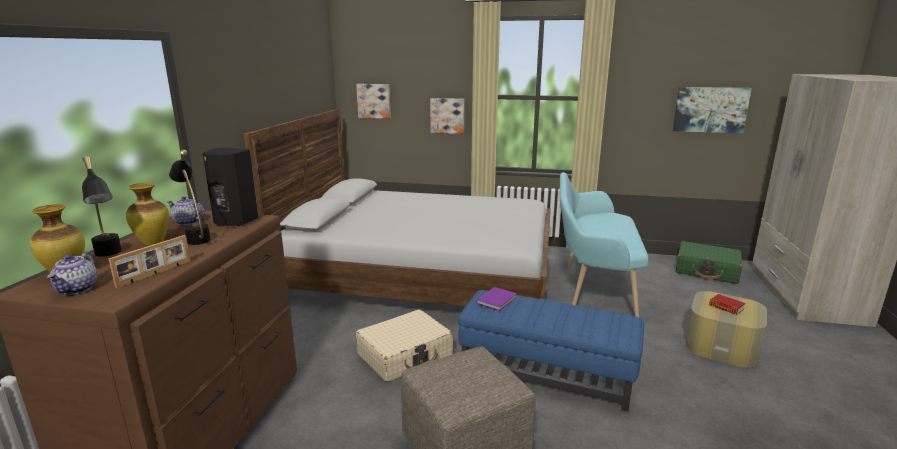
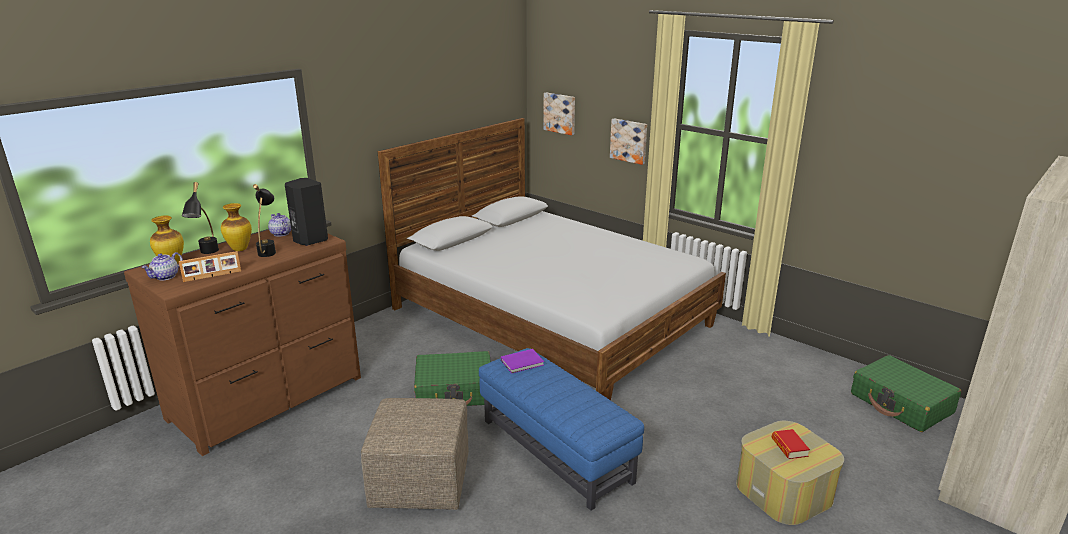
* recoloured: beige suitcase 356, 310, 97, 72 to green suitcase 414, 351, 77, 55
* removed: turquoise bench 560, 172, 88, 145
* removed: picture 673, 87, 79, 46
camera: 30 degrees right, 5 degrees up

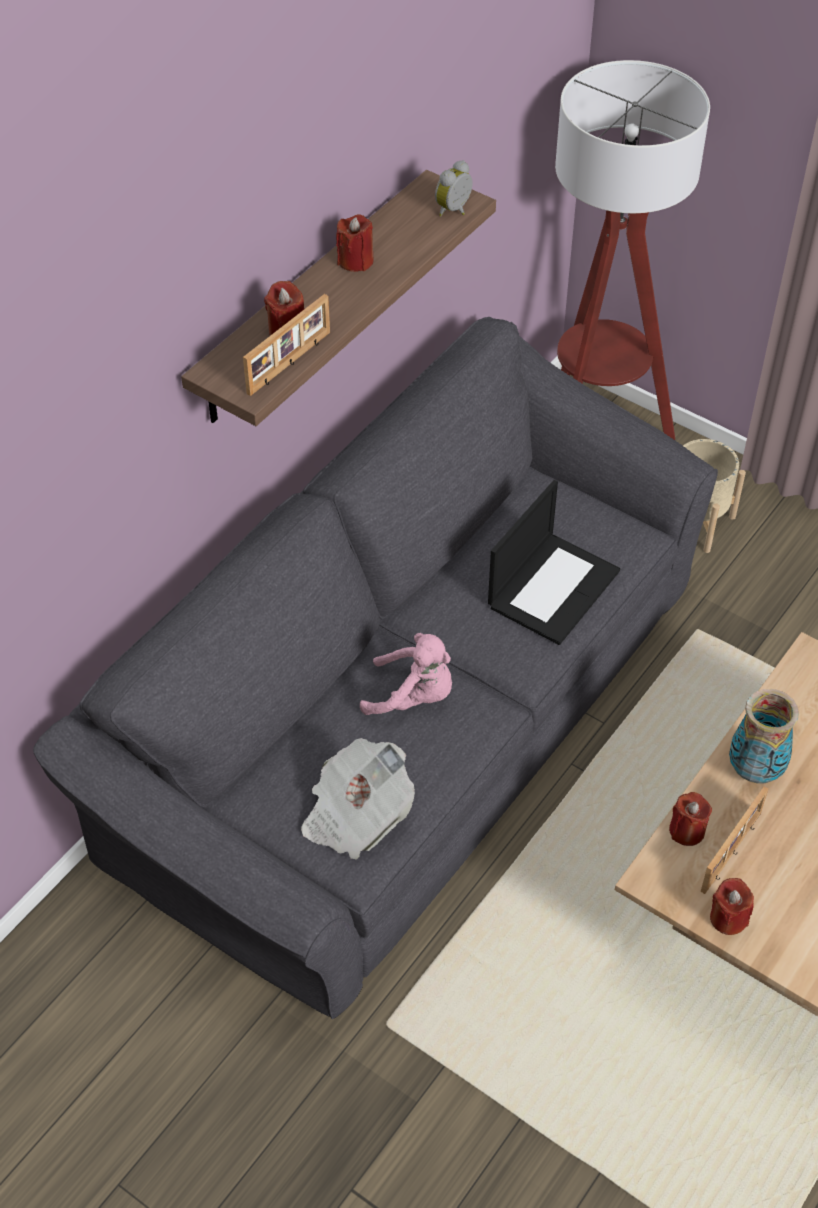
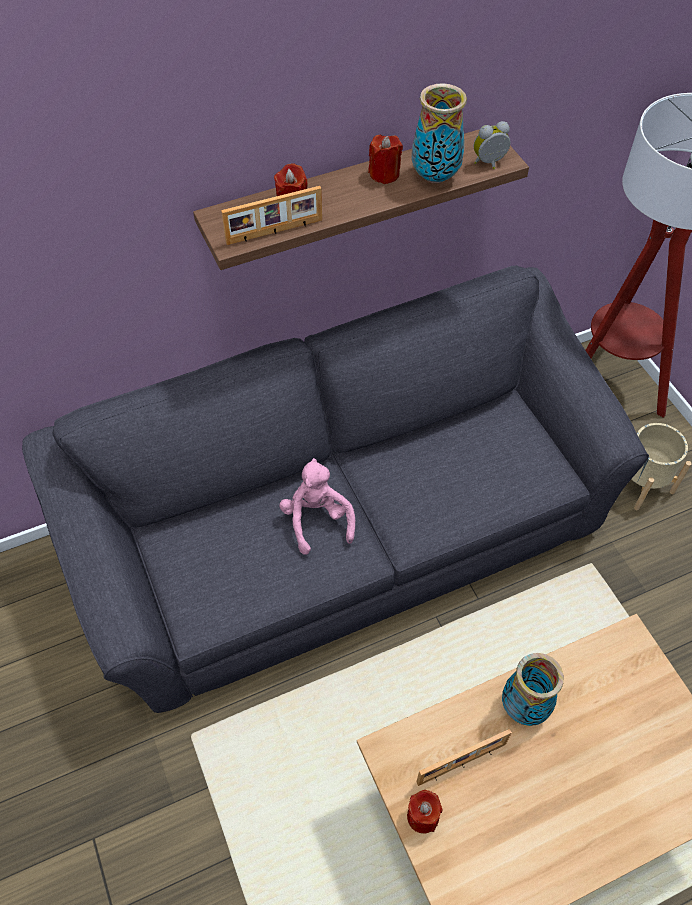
* turned: pink plush toy 360, 633, 92, 82 = 279, 458, 76, 97 150 degrees counterclockwise
* added: vase 412, 83, 55, 101
* removed: newspaper 301, 738, 114, 122
* removed: laptop 488, 480, 132, 165
* removed: red candle 669, 792, 43, 54
camera: 30 degrees right, 5 degrees up

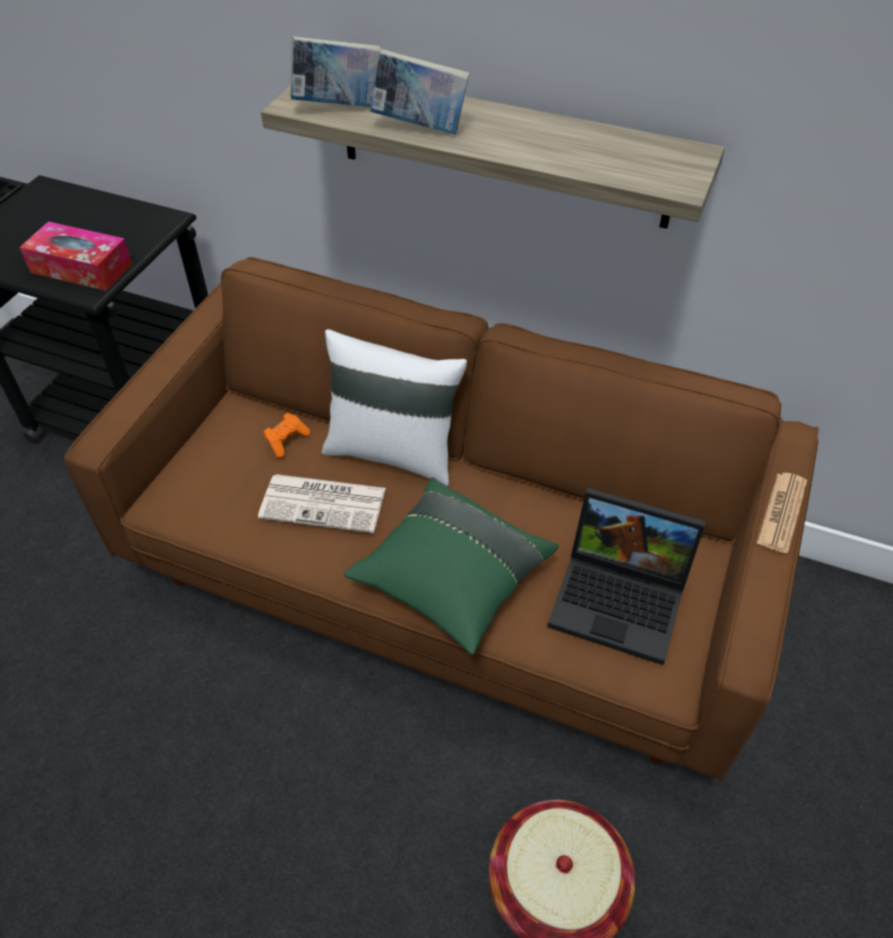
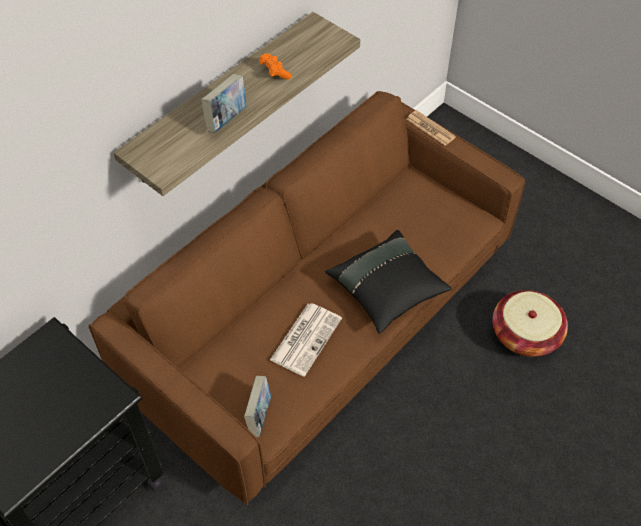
* moved: book 290, 36, 92, 71 to 244, 376, 27, 61
* moved: orange game controller 263, 413, 47, 45 to 259, 53, 33, 27
* recoloured: green pillow 344, 477, 215, 178 to black pillow 325, 230, 127, 104
* removed: tissue box 20, 222, 112, 69
* removed: white pillow 321, 329, 146, 157
* removed: laptop 547, 488, 159, 177
camera: 70 degrees left, 5 degrees up

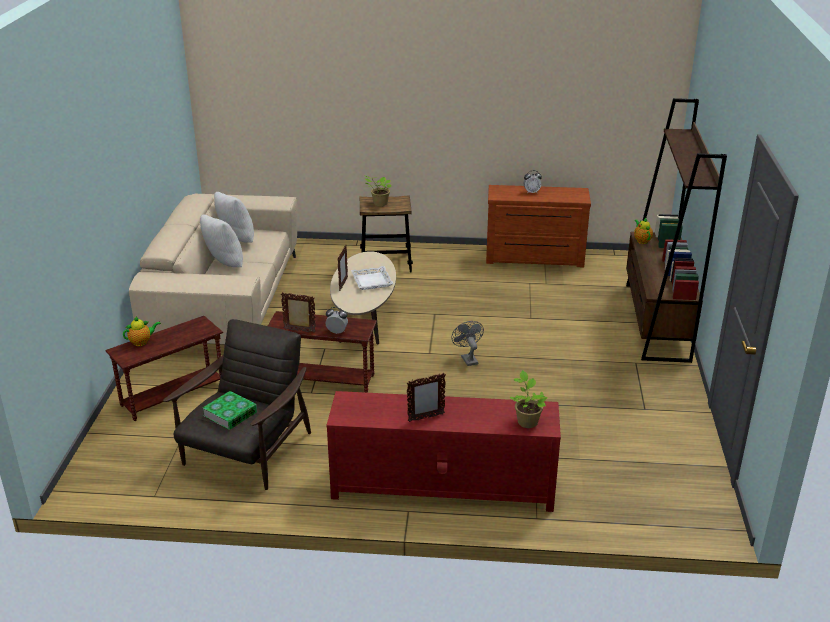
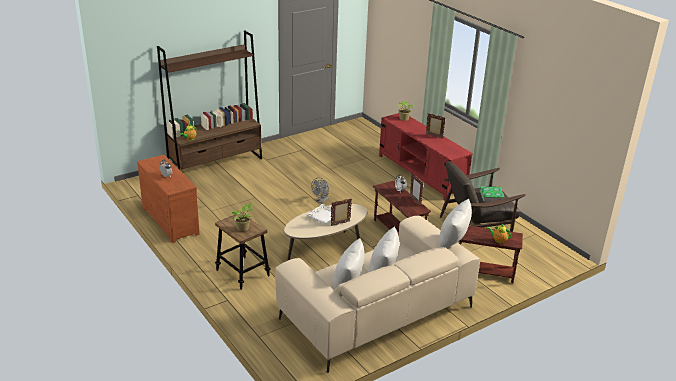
* added: white pillow 439, 199, 33, 49
camera: 130 degrees left, 0 degrees up

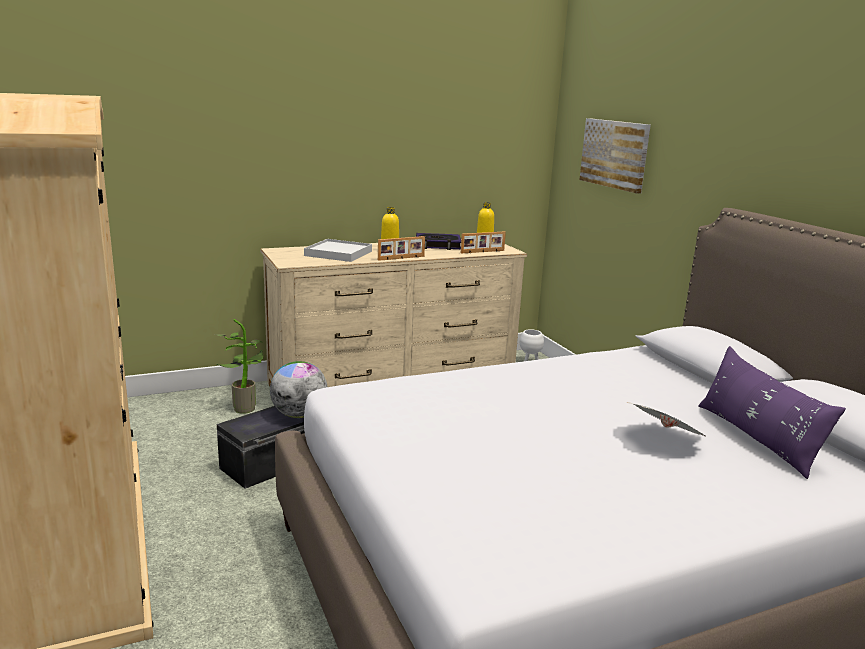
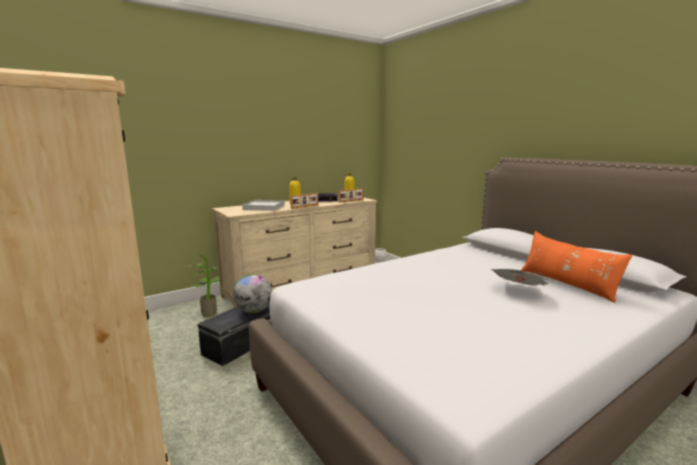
* recoloured: purple pillow 698, 346, 148, 133 to orange pillow 521, 231, 112, 72
* removed: picture 579, 118, 72, 76
camera: 10 degrees left, 5 degrees down

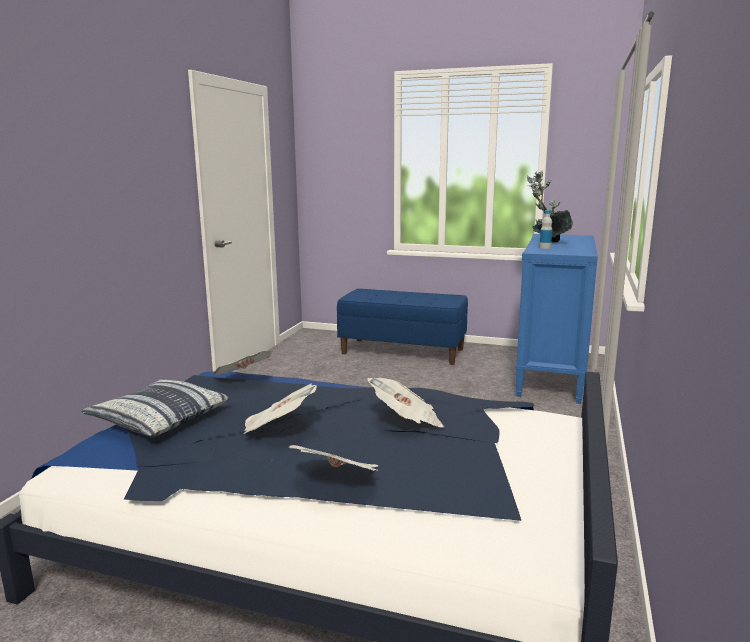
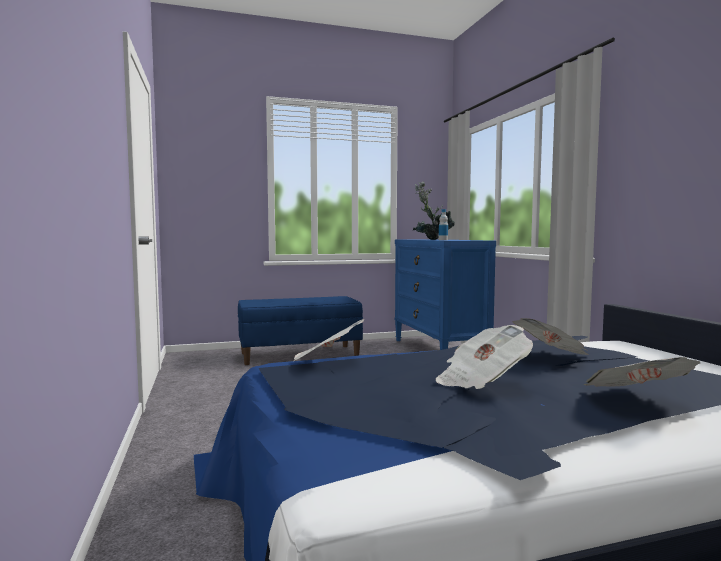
* removed: pillow 81, 379, 148, 58
camera: 35 degrees left, 10 degrees down

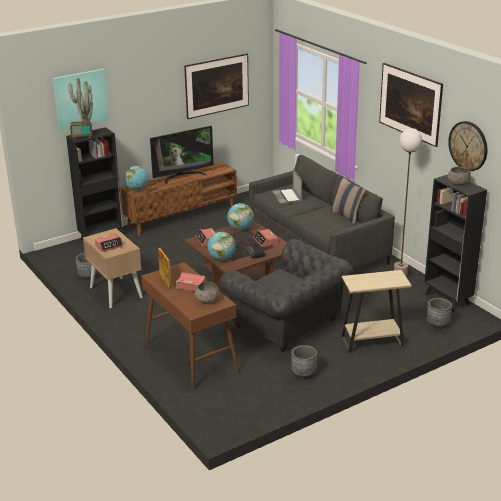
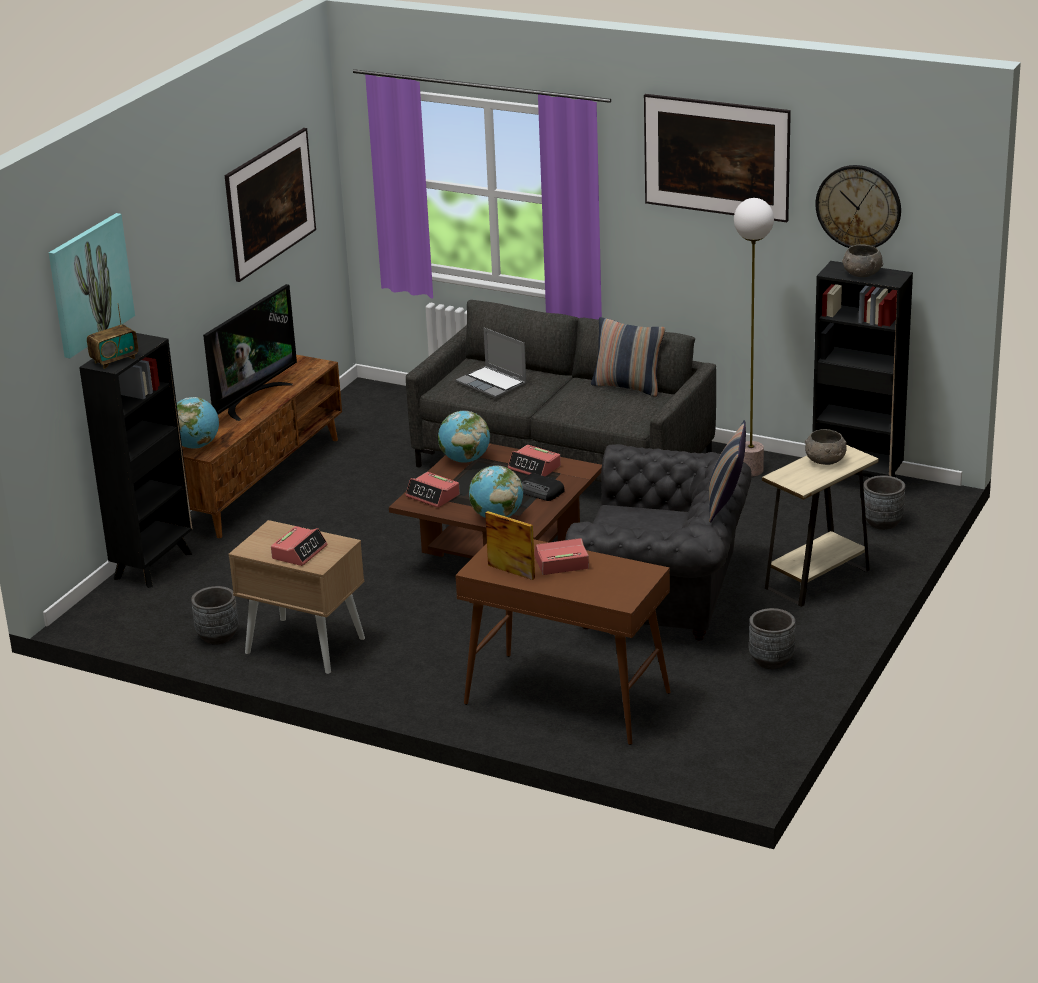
* added: pillow 709, 420, 37, 103
* moved: grey bowl 194, 282, 26, 22 to 805, 429, 42, 36
camera: 30 degrees left, 0 degrees up

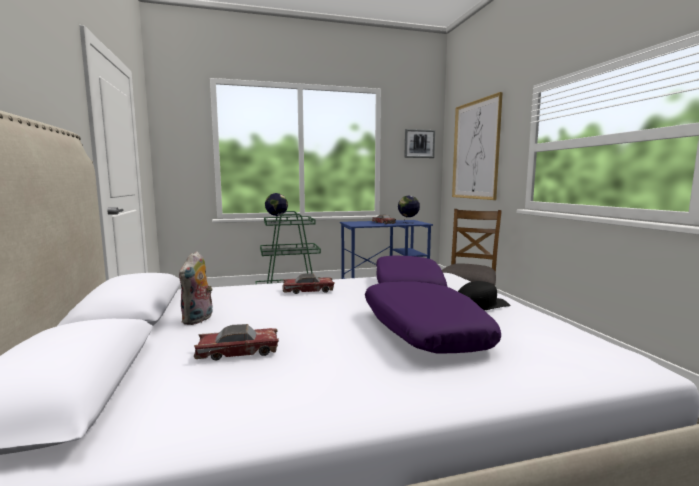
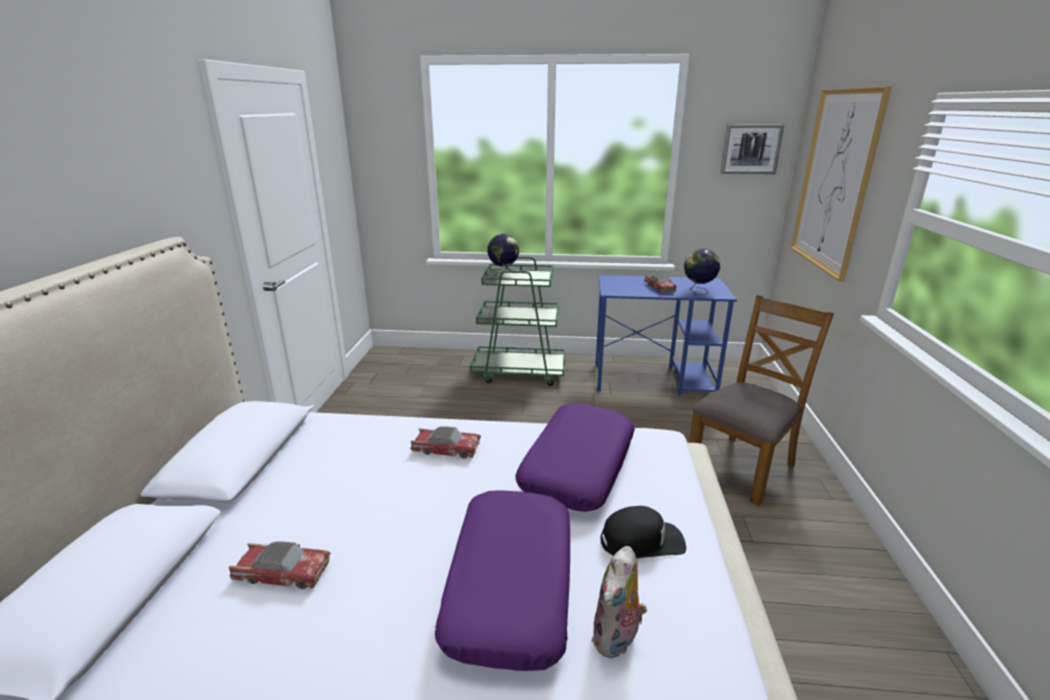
* moved: plush toy 179, 251, 34, 74 to 592, 546, 55, 113
camera: 20 degrees right, 15 degrees up

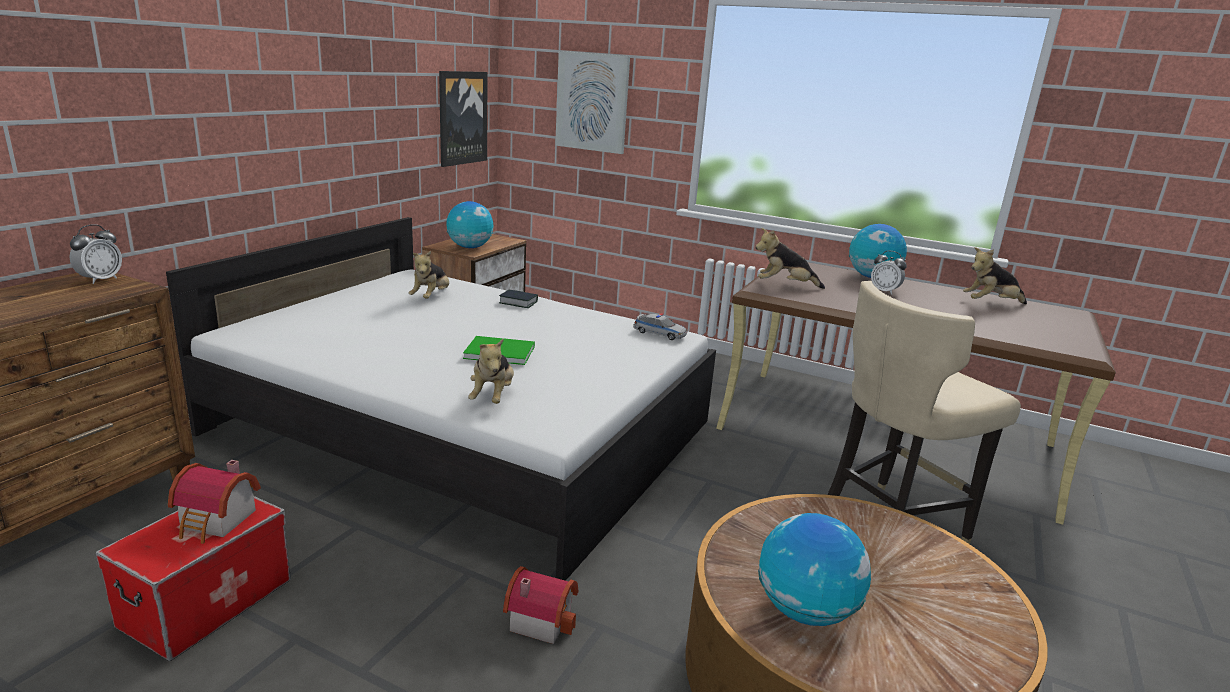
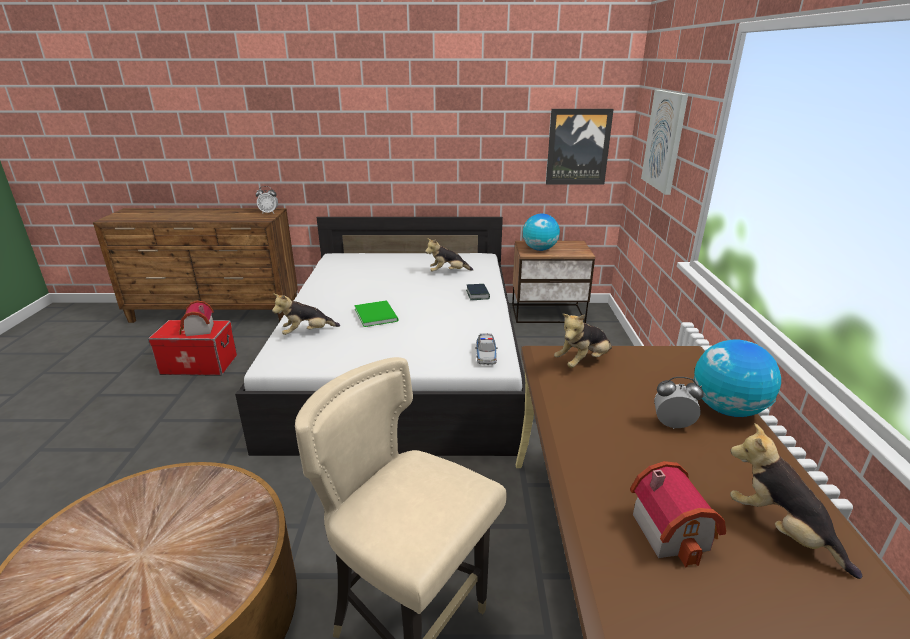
* turned: plush toy 755, 228, 70, 61 = 554, 314, 58, 54 105 degrees counterclockwise
* moved: toy house 503, 566, 75, 78 to 630, 461, 96, 106
* turned: alarm clock 871, 251, 36, 44 = 654, 377, 50, 52 90 degrees clockwise
* removed: globe 758, 513, 113, 113
camera: 65 degrees right, 5 degrees up

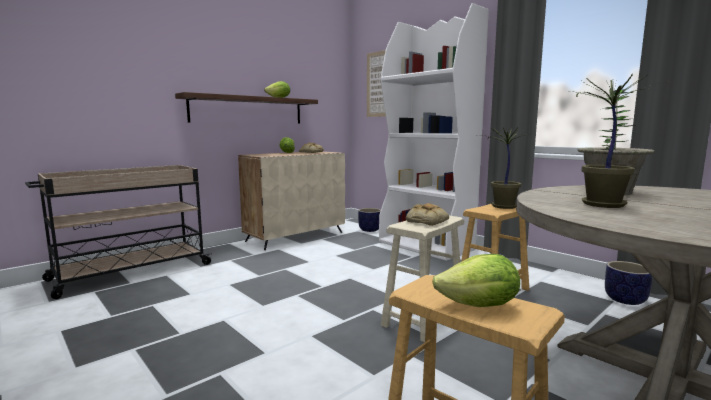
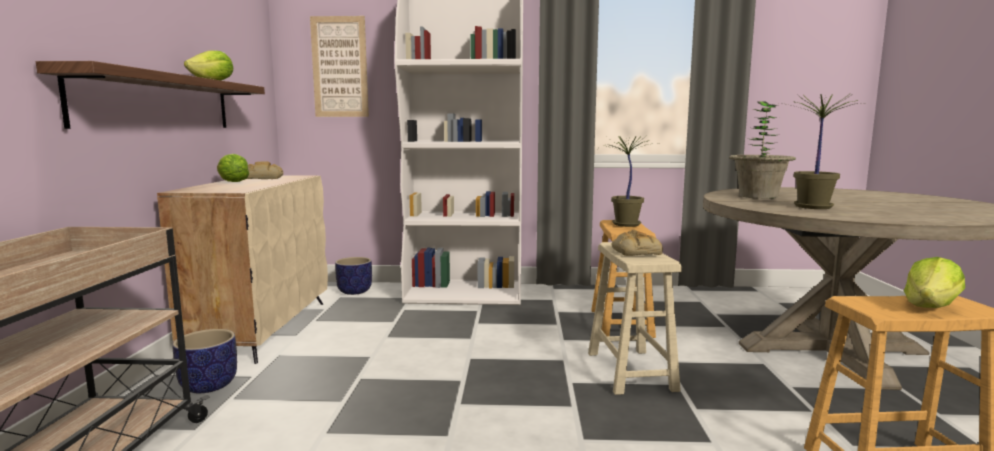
* moved: planter 605, 261, 48, 44 to 172, 329, 65, 64
camera: 45 degrees left, 0 degrees up

